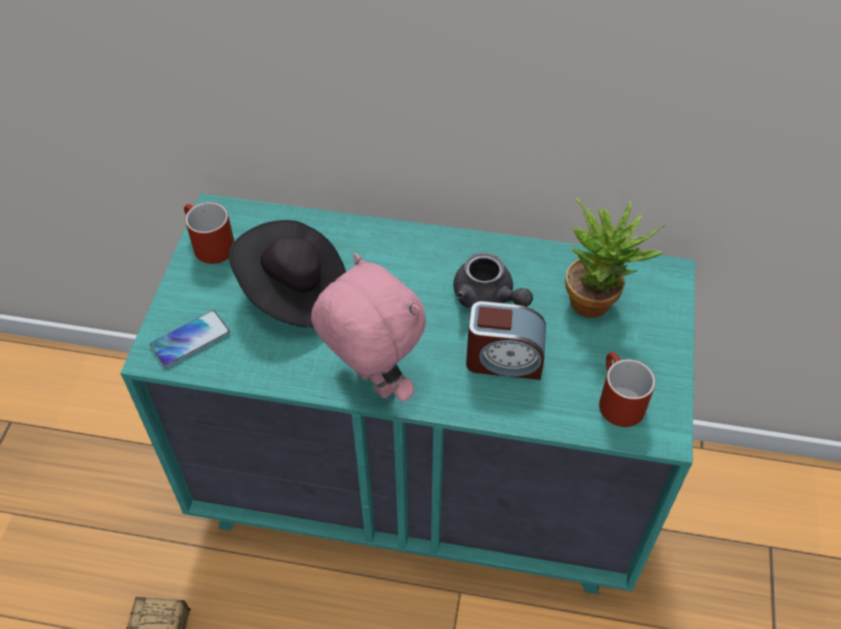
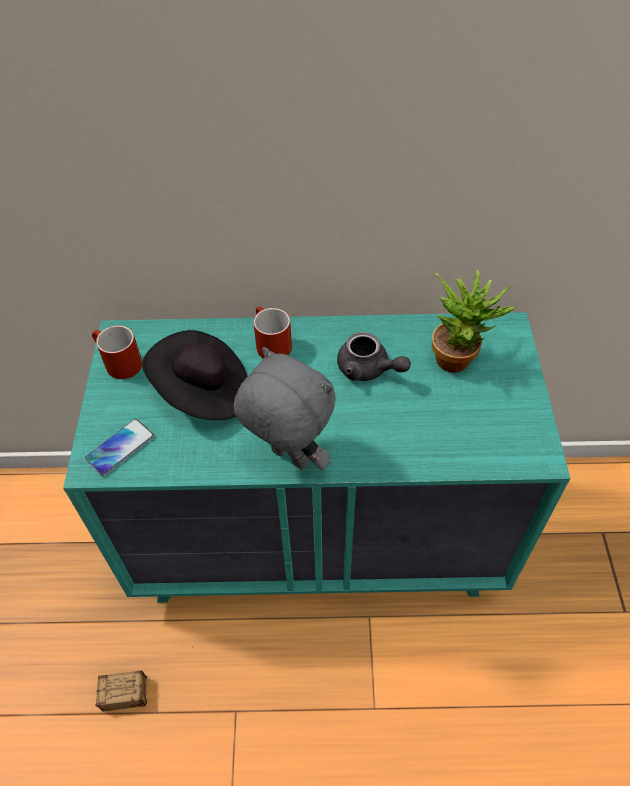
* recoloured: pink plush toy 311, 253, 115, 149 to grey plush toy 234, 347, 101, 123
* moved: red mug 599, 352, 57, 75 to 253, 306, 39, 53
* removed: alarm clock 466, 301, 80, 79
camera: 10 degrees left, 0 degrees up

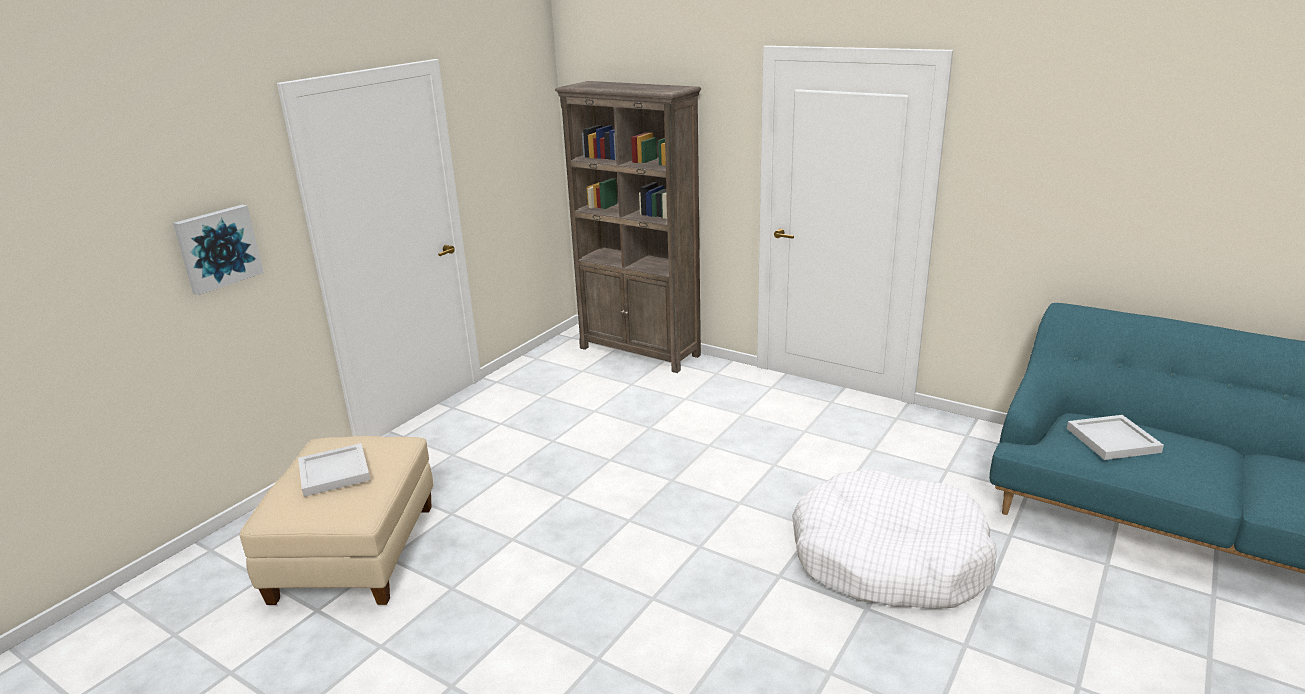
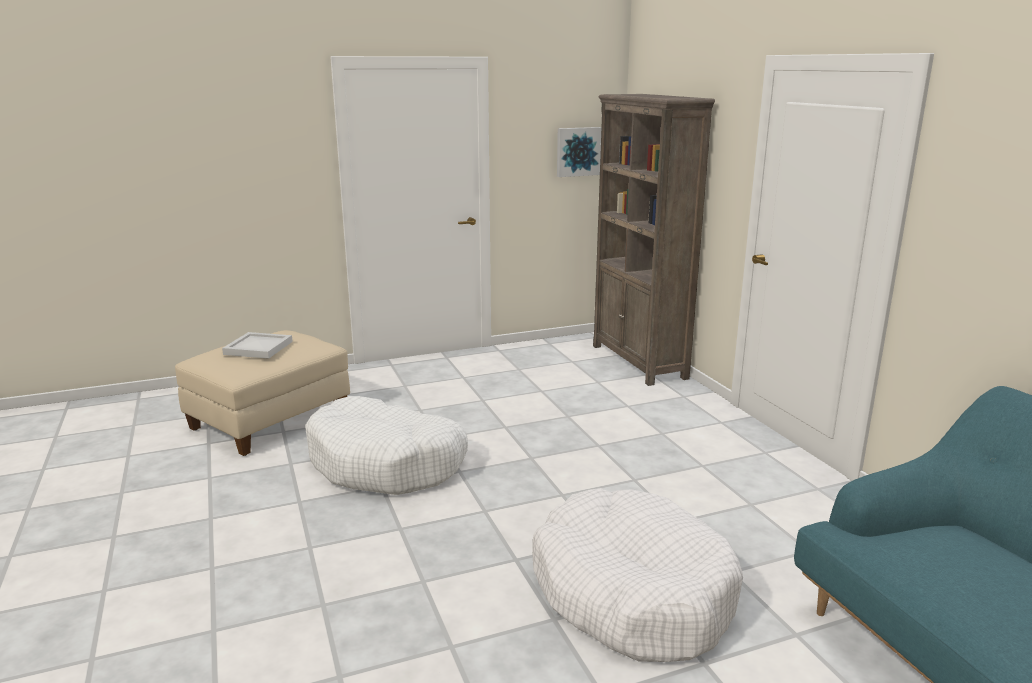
* added: white dog bed 305, 396, 163, 99
* moved: picture 173, 205, 91, 90 to 557, 127, 44, 50
* removed: white tray 1067, 415, 97, 45
camera: 35 degrees right, 5 degrees down

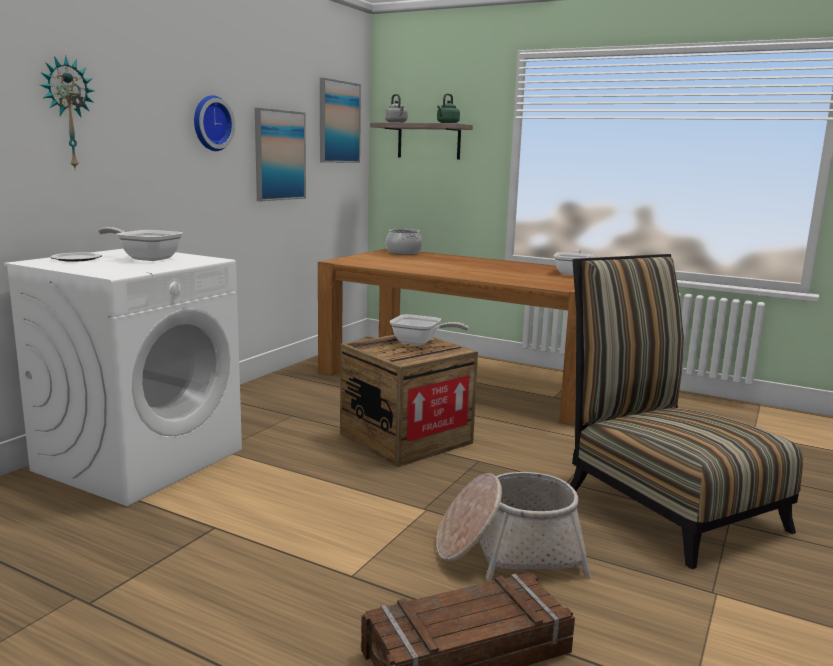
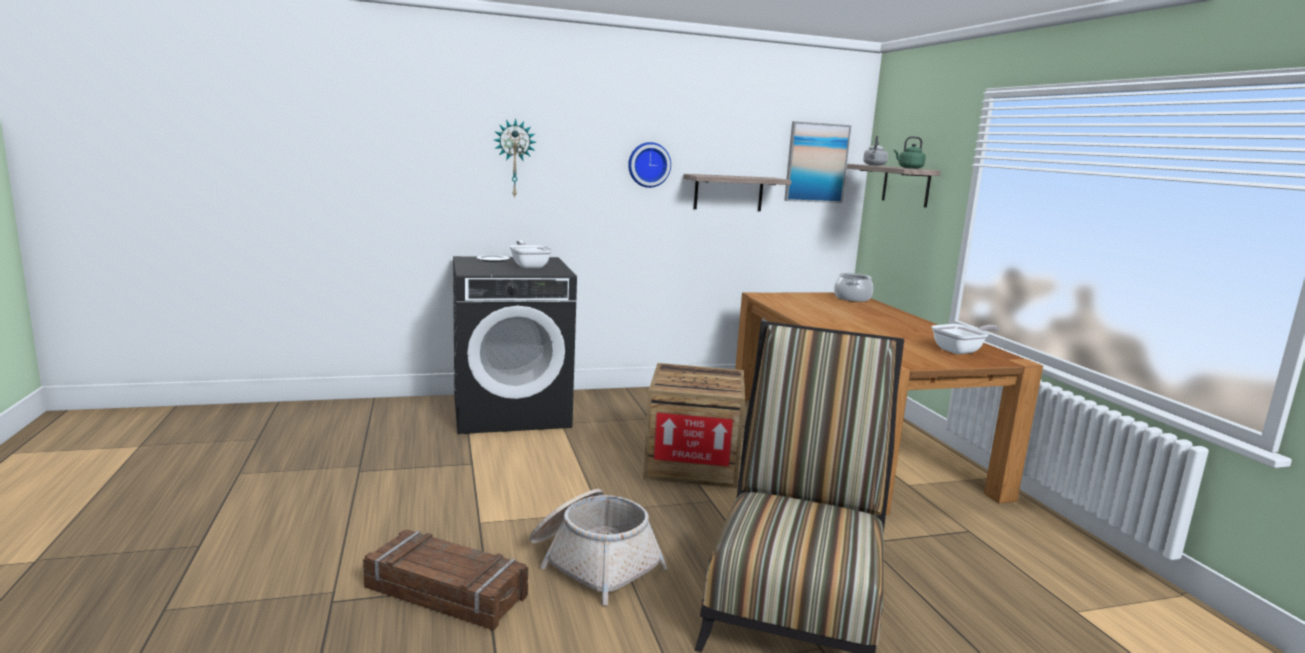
* recoloured: white washing machine 4, 249, 238, 257 to black washing machine 453, 256, 124, 178
* replaced: picture 255, 108, 51, 93 to shelf 683, 174, 108, 37
* removed: frying pan 390, 314, 79, 31
camera: 45 degrees right, 0 degrees up

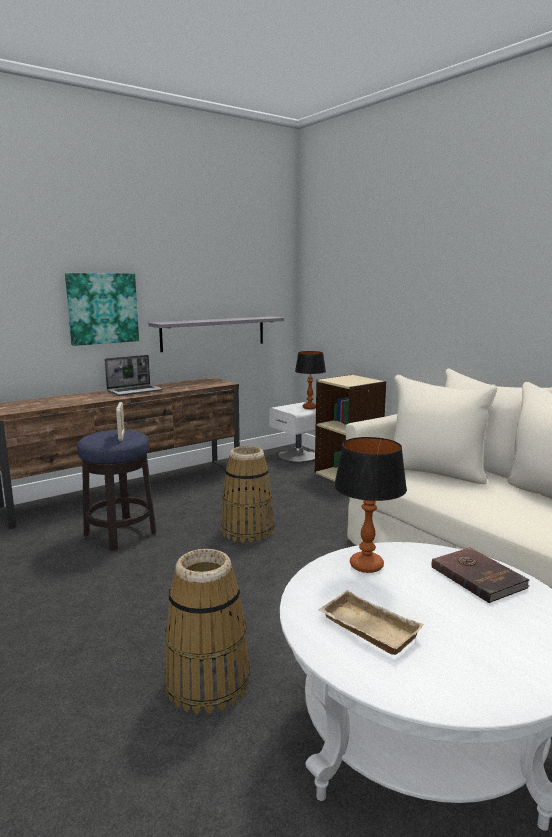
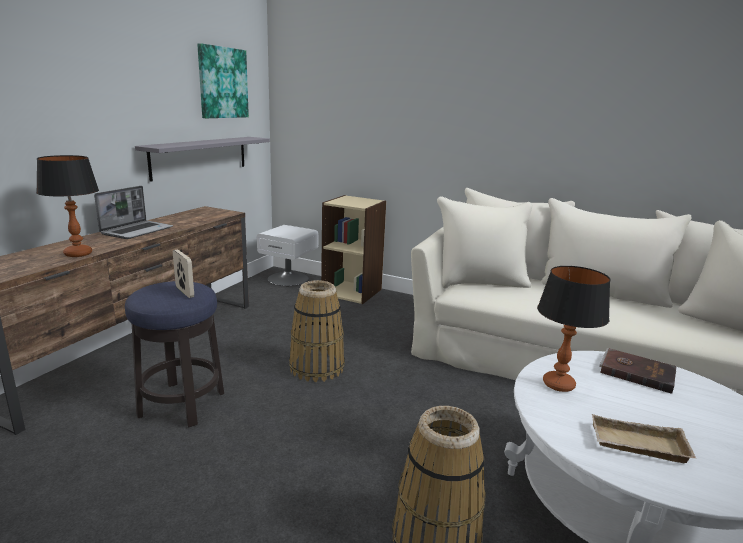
* moved: table lamp 295, 351, 31, 58 to 36, 155, 63, 102
* moved: picture 65, 273, 74, 73 to 197, 43, 52, 75
camera: 30 degrees left, 5 degrees up

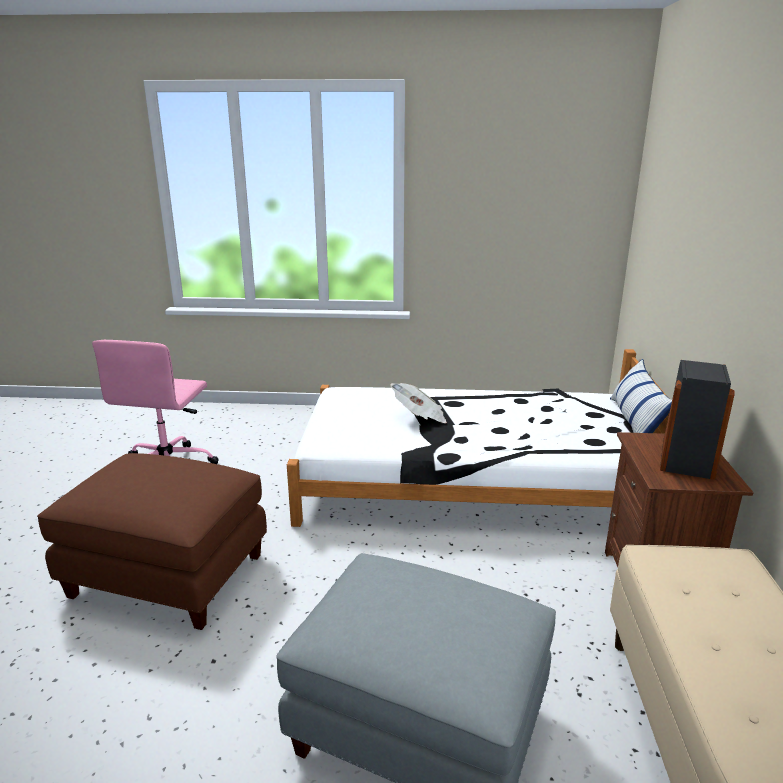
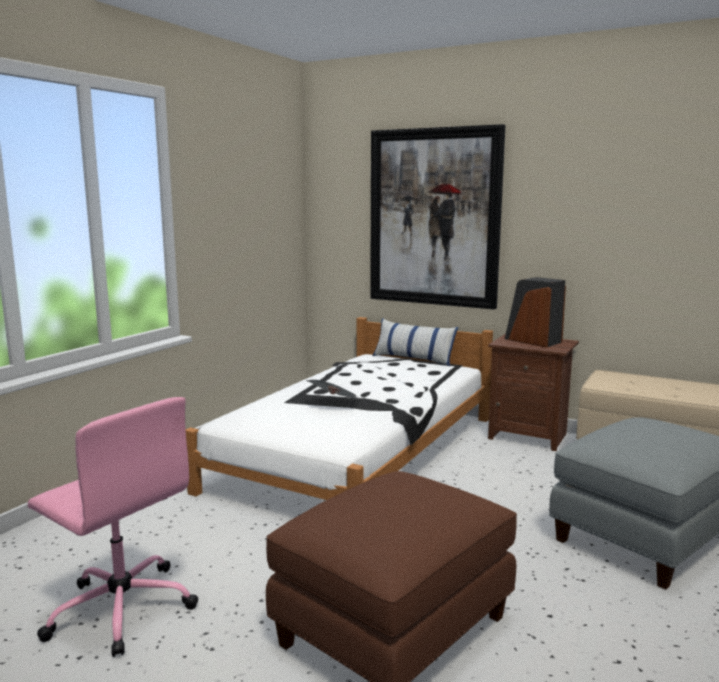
* added: picture 370, 124, 135, 185
camera: 65 degrees left, 10 degrees down

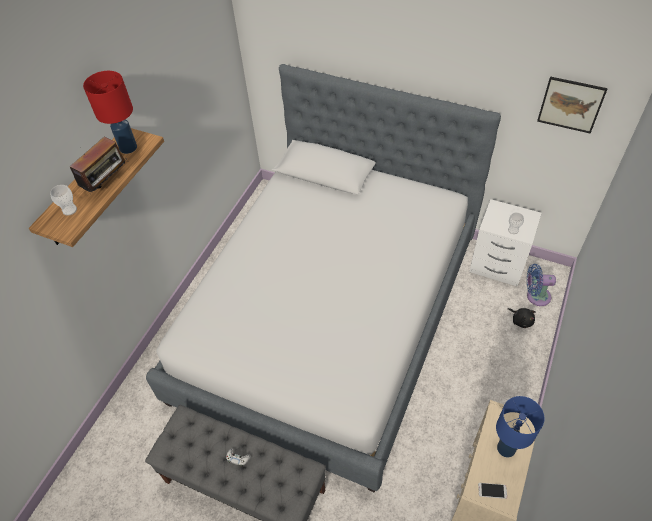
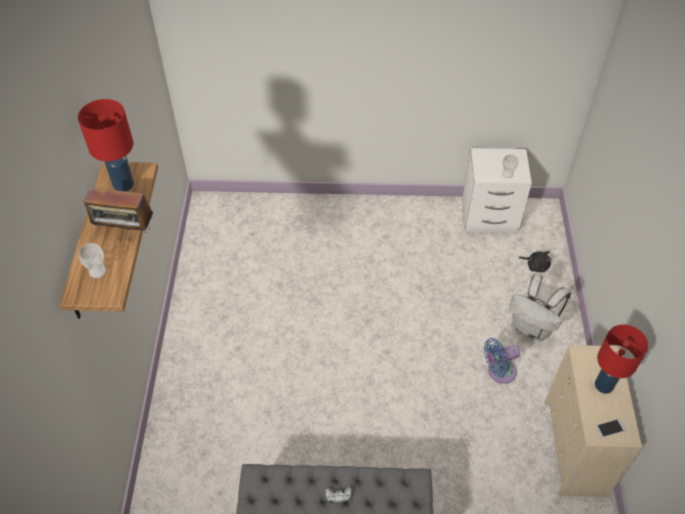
* turned: radio 70, 137, 59, 55 = 84, 187, 69, 46 90 degrees clockwise
* moved: blue fan 527, 264, 29, 42 to 484, 338, 36, 46
* added: white backpack 509, 274, 62, 68
* recoloured: blue table lamp 496, 396, 48, 61 to red table lamp 595, 325, 53, 69
* removed: bed 146, 64, 355, 429
* removed: picture 537, 76, 71, 58
camera: 25 degrees left, 0 degrees up

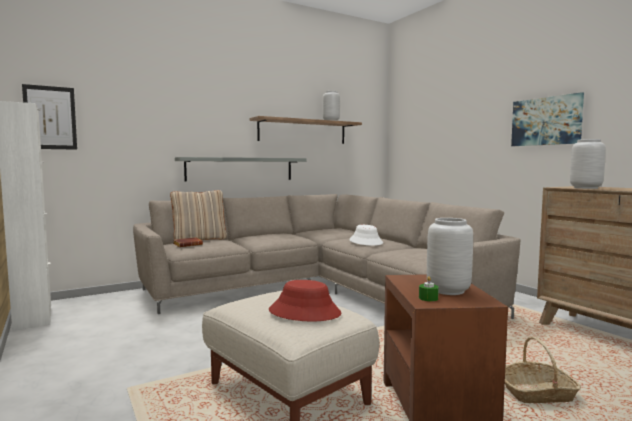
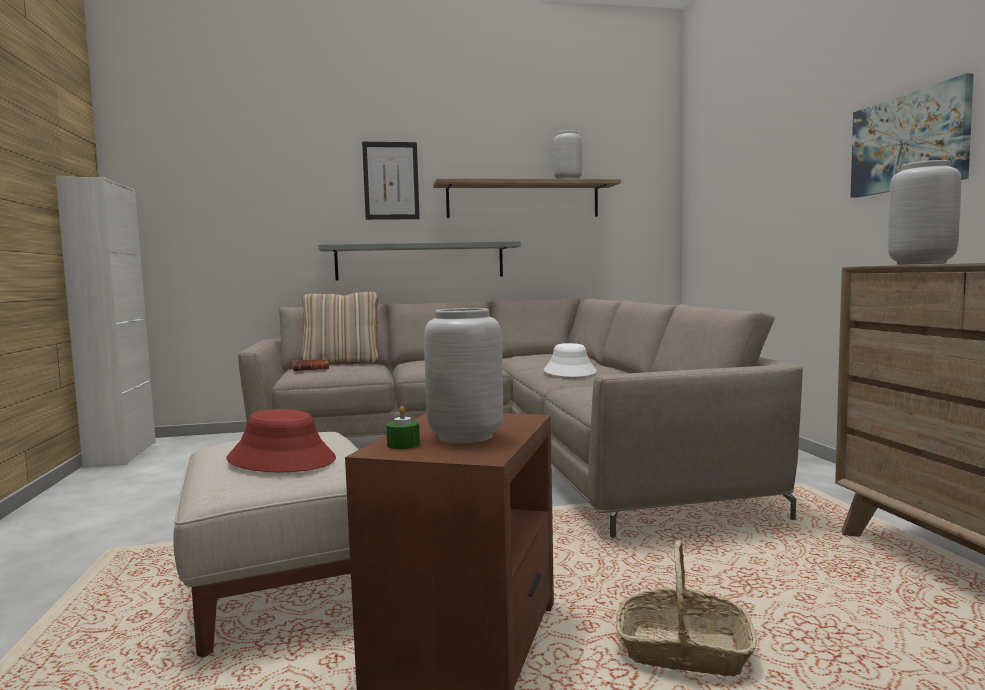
* moved: picture 22, 84, 55, 66 to 362, 142, 58, 78
camera: 20 degrees right, 0 degrees up

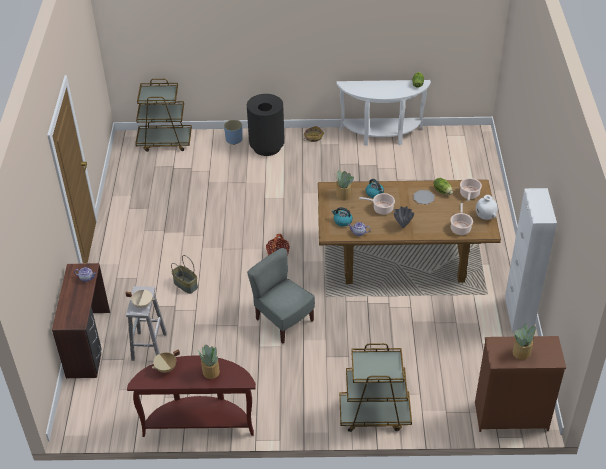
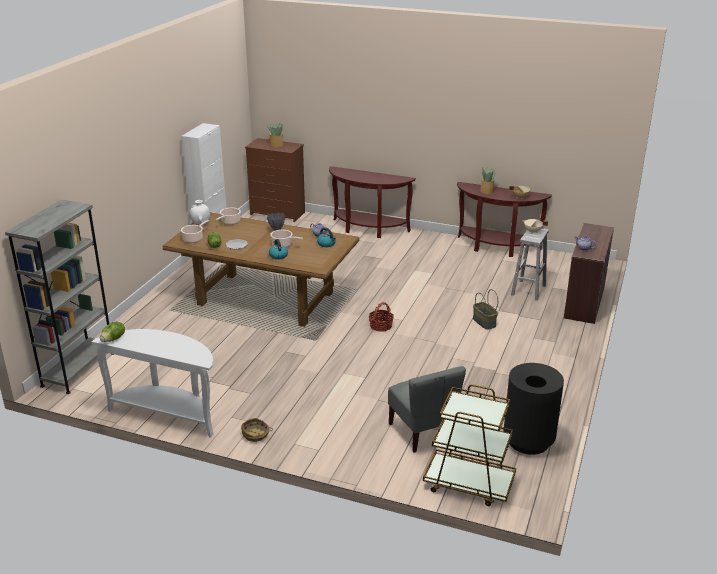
* added: grey bookcase 5, 200, 109, 194
* replaced: brown cart 339, 343, 73, 89 to brown console table 329, 166, 87, 72
* moved: grey chair 247, 248, 68, 96 to 388, 366, 78, 87
* moved: black trash can 247, 94, 38, 62 to 503, 363, 61, 92
* removed: blue planter 224, 120, 18, 25
* removed: potted plant 336, 169, 18, 31
camera: 160 degrees left, 15 degrees down

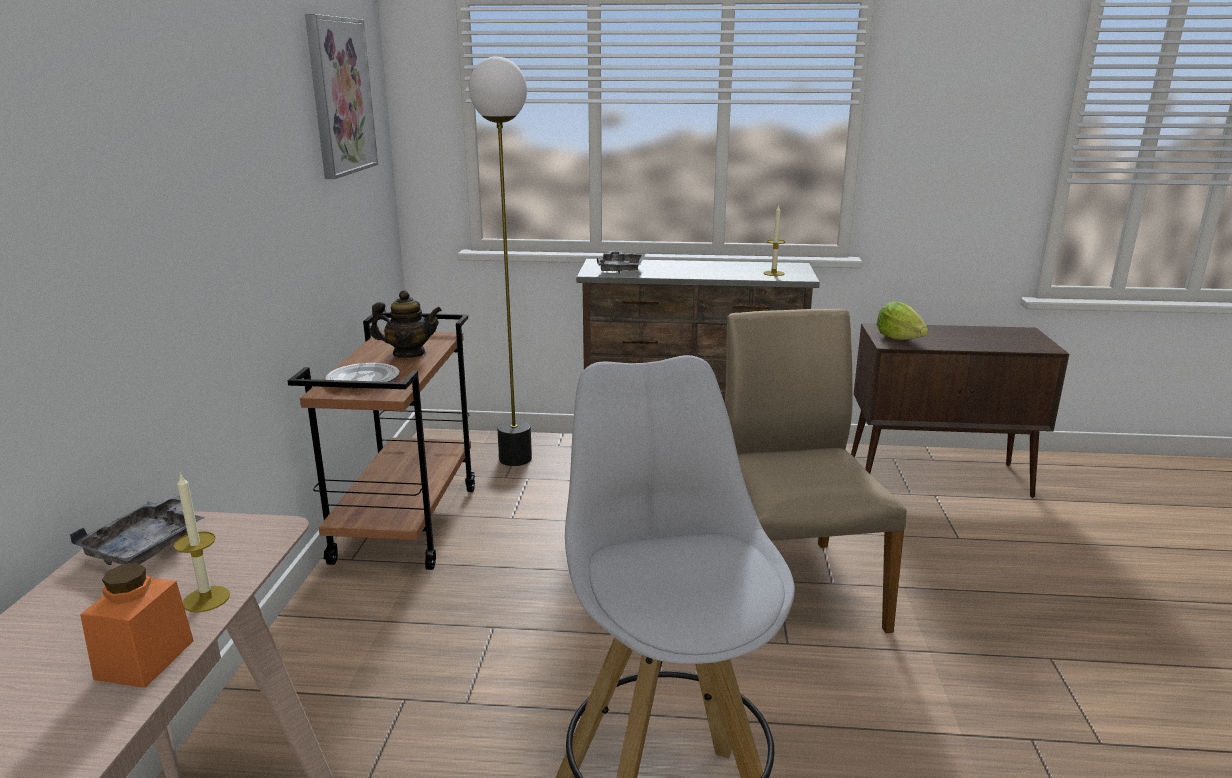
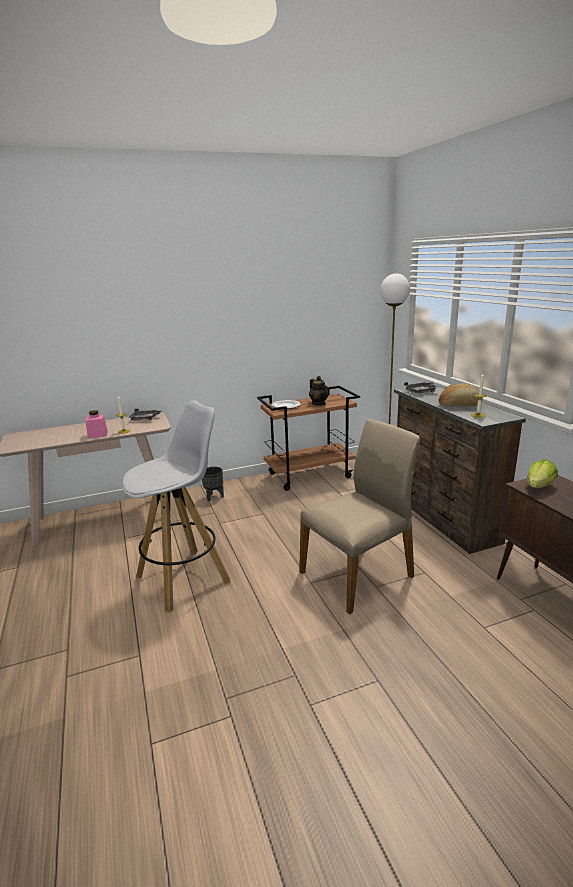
* recoloured: orange jar 80, 563, 114, 125 to pink jar 85, 410, 23, 28
* added: black planter 202, 467, 22, 34
* added: bread 439, 383, 43, 23
* removed: picture 305, 14, 73, 165
camera: 65 degrees right, 0 degrees up

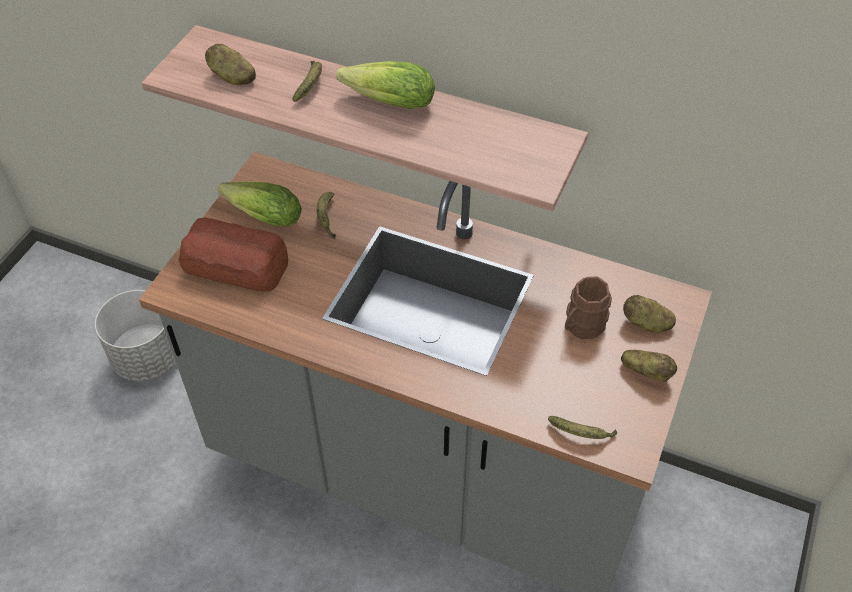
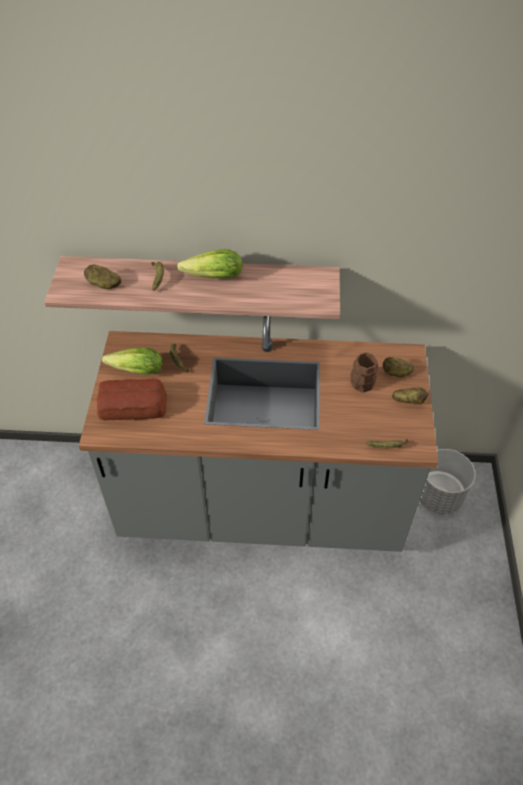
* moved: grey planter 95, 290, 81, 91 to 420, 449, 55, 65
camera: 20 degrees left, 0 degrees up

